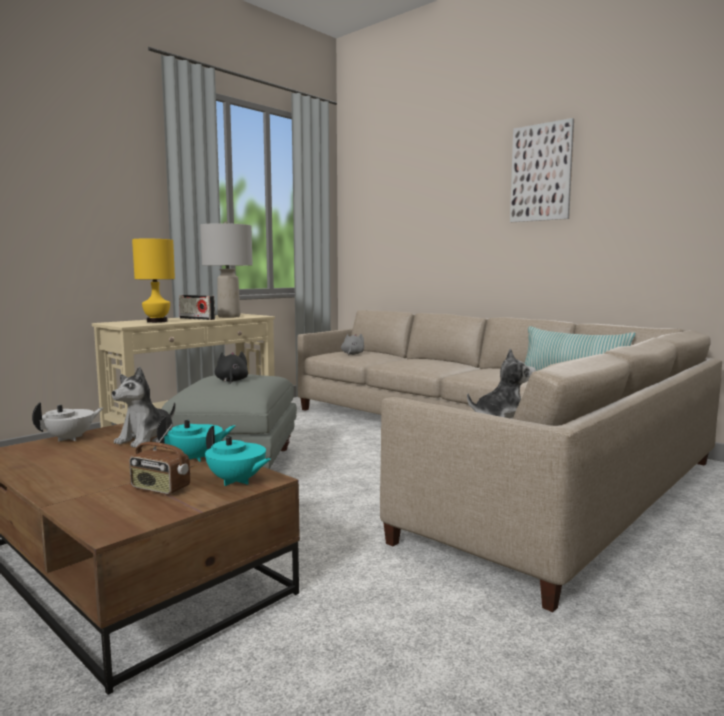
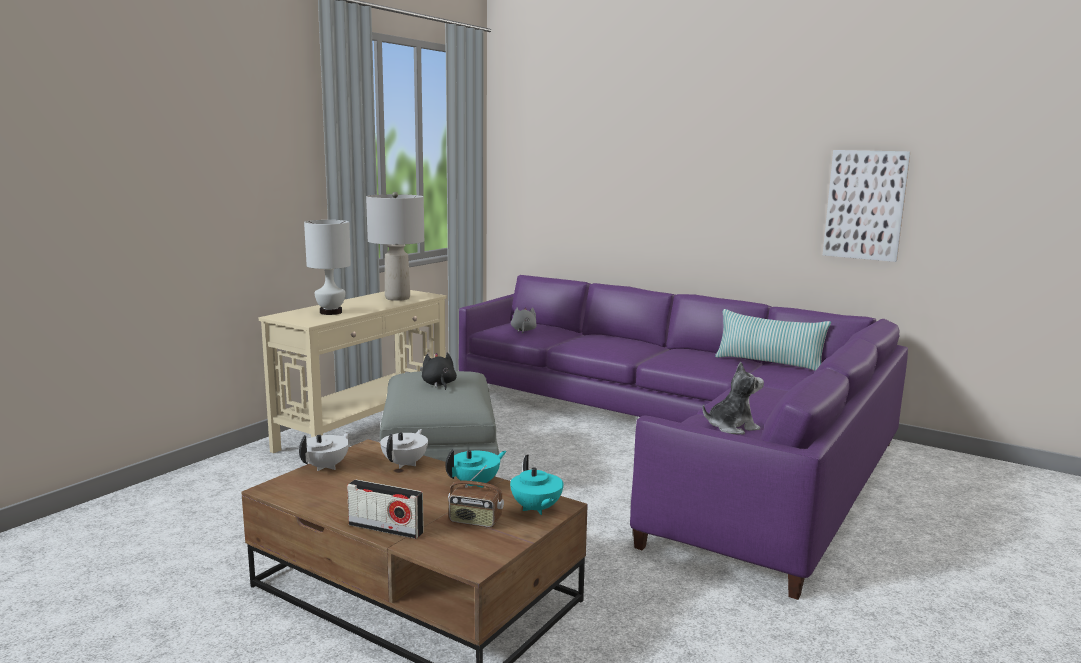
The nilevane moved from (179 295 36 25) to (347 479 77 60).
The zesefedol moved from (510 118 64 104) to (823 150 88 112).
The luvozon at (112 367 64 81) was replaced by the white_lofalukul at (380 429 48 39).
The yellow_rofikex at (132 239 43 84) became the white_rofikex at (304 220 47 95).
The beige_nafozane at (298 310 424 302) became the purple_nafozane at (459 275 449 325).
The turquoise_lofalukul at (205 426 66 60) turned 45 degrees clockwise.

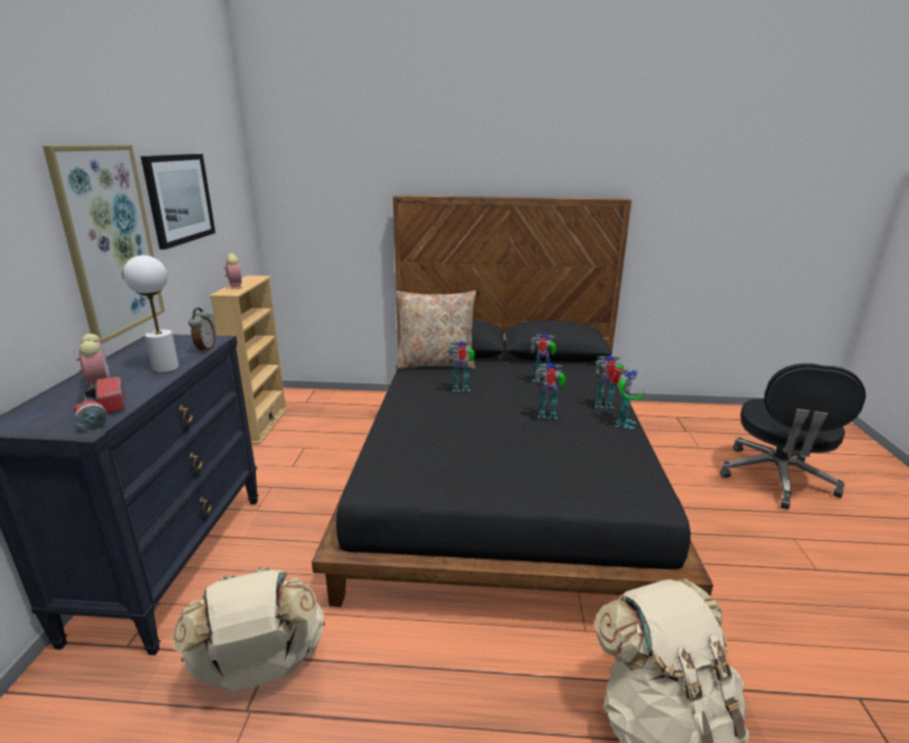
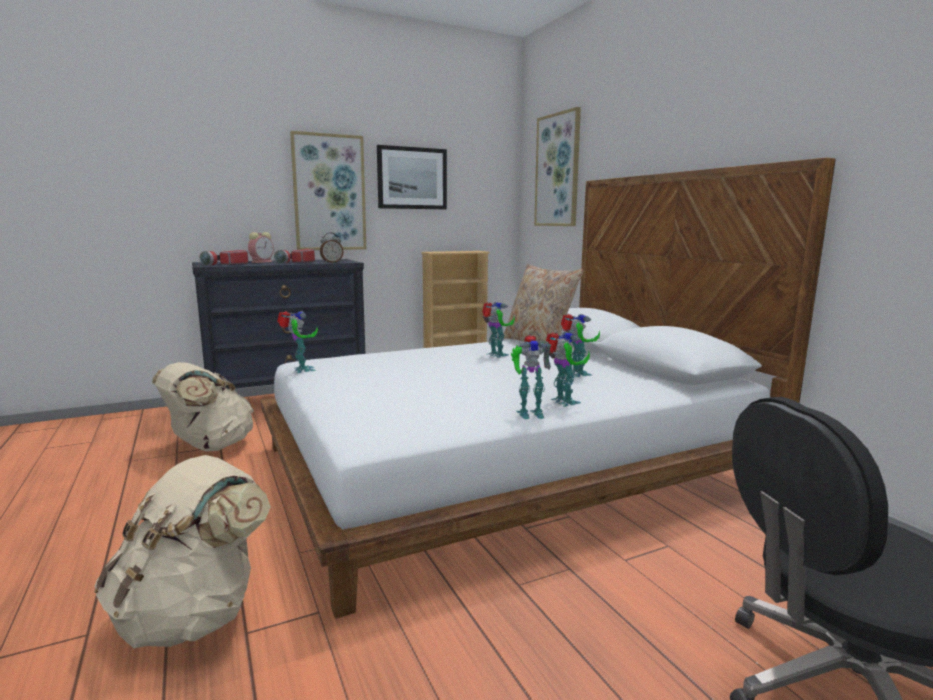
The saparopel at (224 253 18 36) disappeared.
The zesefedol at (534 107 47 119) appeared.
The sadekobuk moved from (536 363 30 56) to (277 311 41 62).
The white_rofikex at (123 255 56 118) was replaced by the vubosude at (274 249 41 15).
The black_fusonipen at (312 195 401 412) became the white_fusonipen at (261 157 575 462).

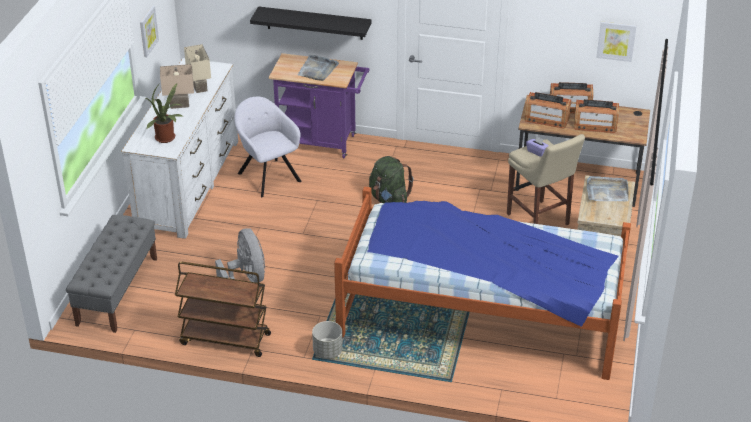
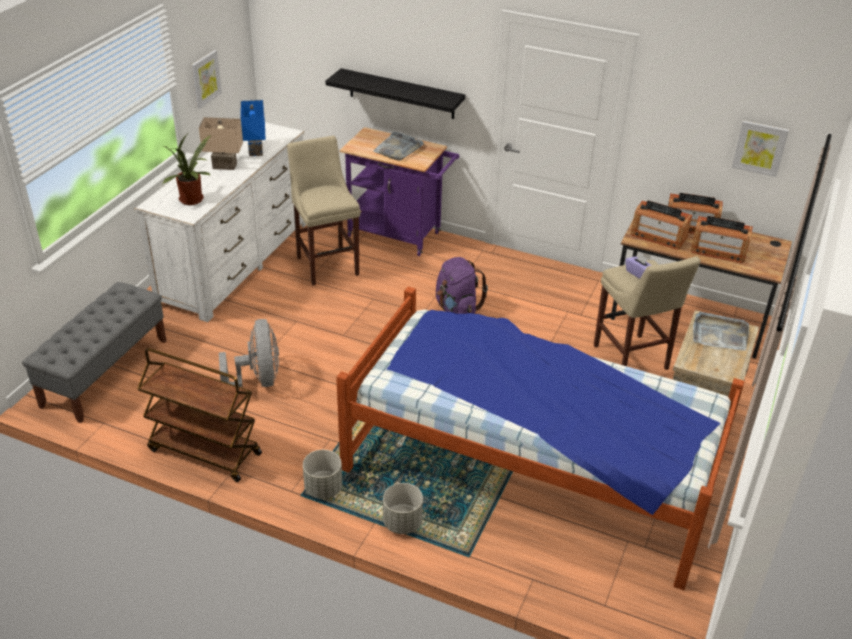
The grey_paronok at (383 483 40 51) appeared.
The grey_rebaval at (235 97 67 100) was replaced by the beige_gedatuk at (287 136 74 149).
The beige_rofikex at (184 44 27 49) became the blue_rofikex at (241 100 25 56).
The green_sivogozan at (369 156 45 47) became the purple_sivogozan at (436 257 52 57).

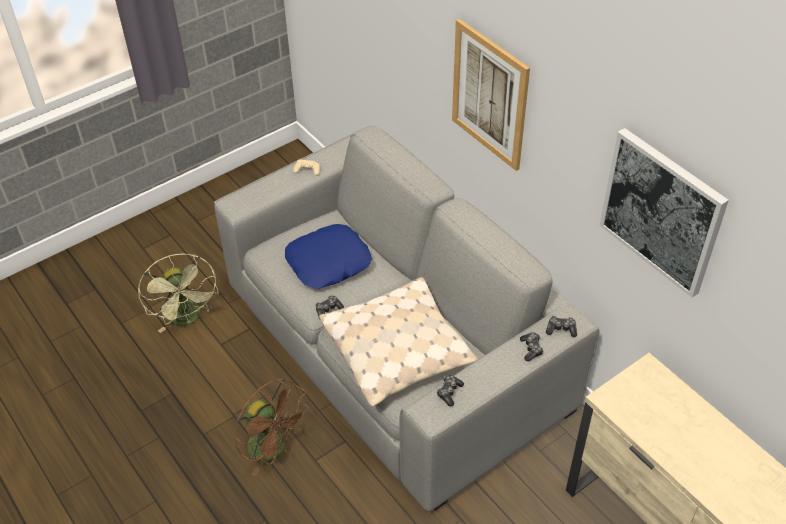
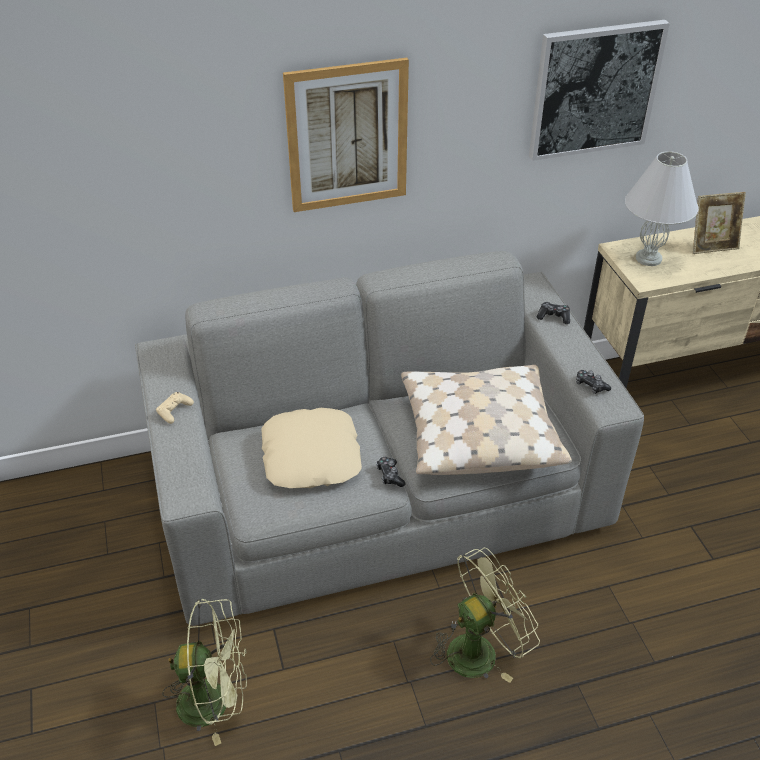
The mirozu at (546 316 31 21) disappeared.
The white_rofikex at (625 151 74 115) appeared.
The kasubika at (693 192 53 62) appeared.
The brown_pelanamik at (234 378 76 98) became the green_pelanamik at (430 548 110 135).
The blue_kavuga at (285 224 87 65) became the beige_kavuga at (261 408 101 80).

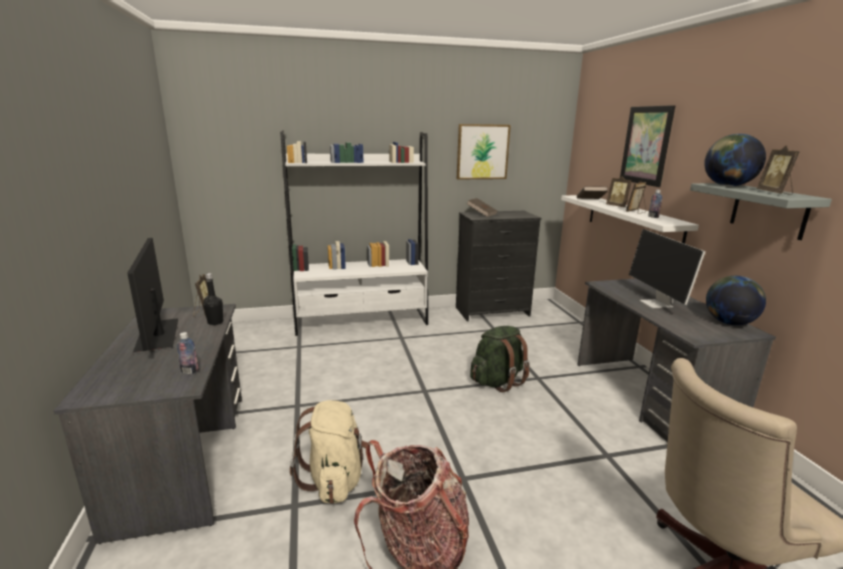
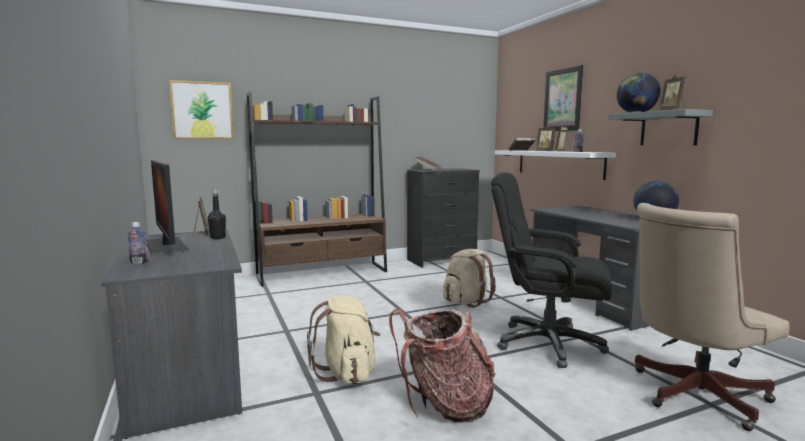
The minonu at (629 229 76 79) disappeared.
The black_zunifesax at (491 172 121 196) appeared.
The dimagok moved from (177 332 22 42) to (127 222 22 42).
The zesefedol moved from (457 124 54 56) to (169 80 65 59).
The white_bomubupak at (280 131 148 205) became the brown_bomubupak at (247 91 140 196).
The green_sivogozan at (470 326 60 66) became the beige_sivogozan at (443 249 53 59).

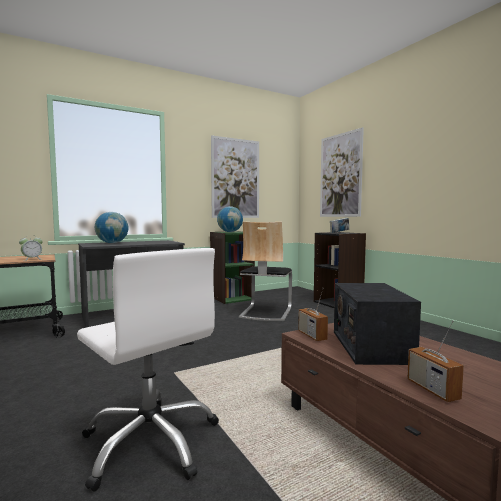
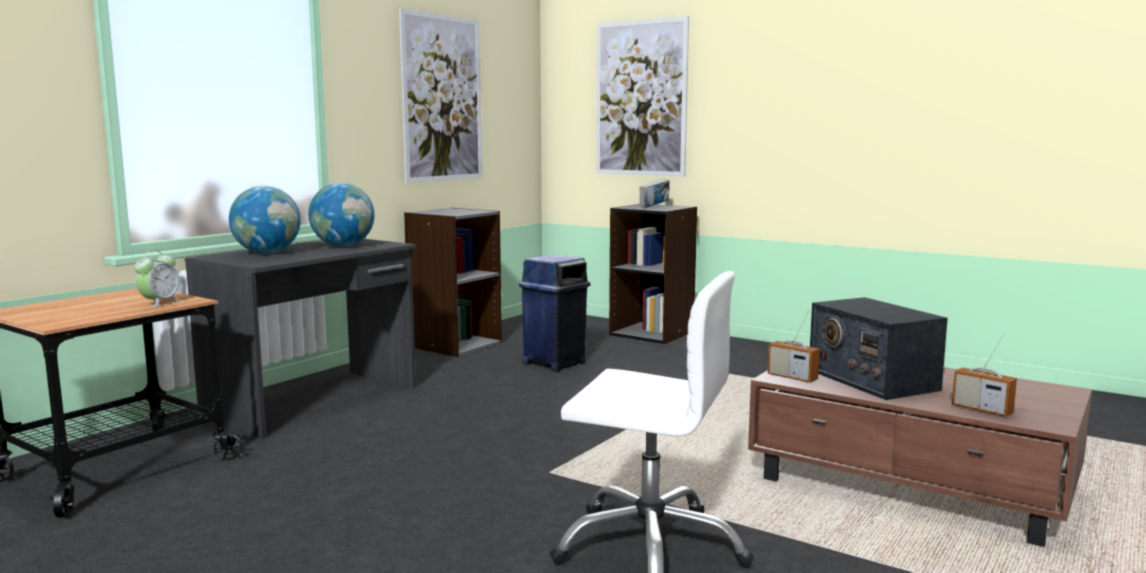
The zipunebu moved from (217 206 26 26) to (308 183 67 64).
The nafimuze at (239 221 53 100) was replaced by the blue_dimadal at (519 254 71 117).
The green_bomubupak at (210 231 45 73) became the grey_bomubupak at (404 208 98 149).

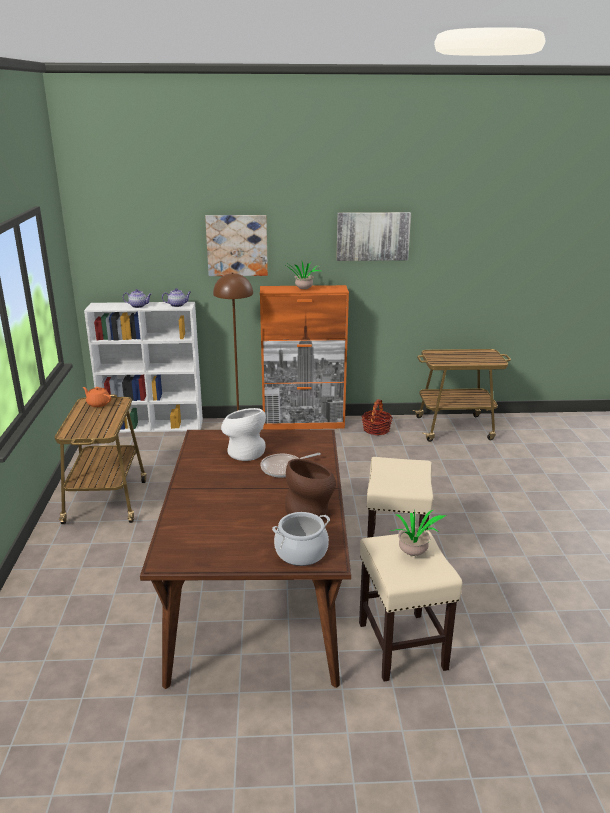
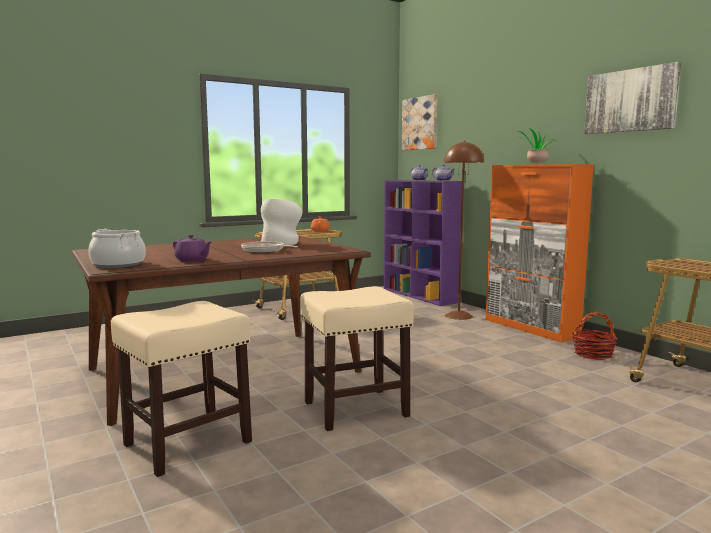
The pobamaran at (391 509 55 47) disappeared.
The zesefedol moved from (205 215 63 61) to (402 94 35 56).
The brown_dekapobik at (285 459 51 60) was replaced by the purple_lofalukul at (173 235 39 27).
The white_bomubupak at (84 302 119 131) became the purple_bomubupak at (384 180 78 126).

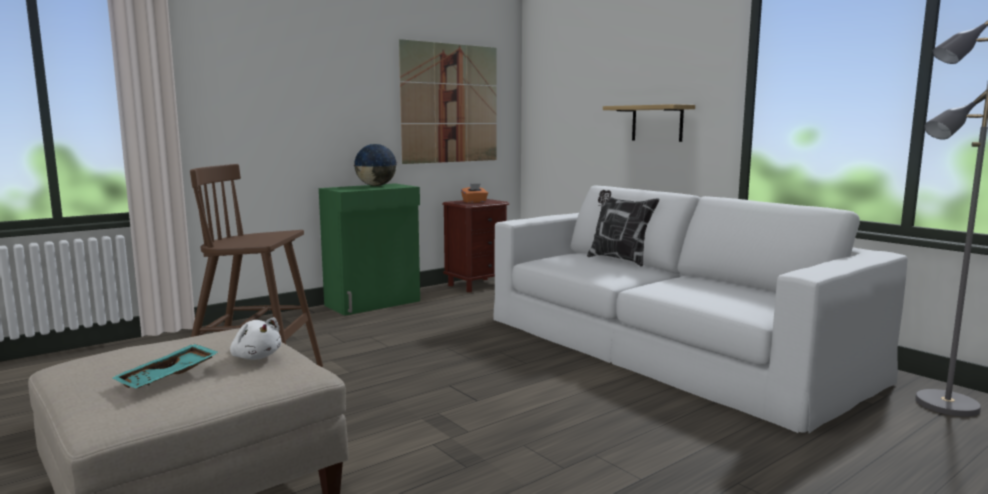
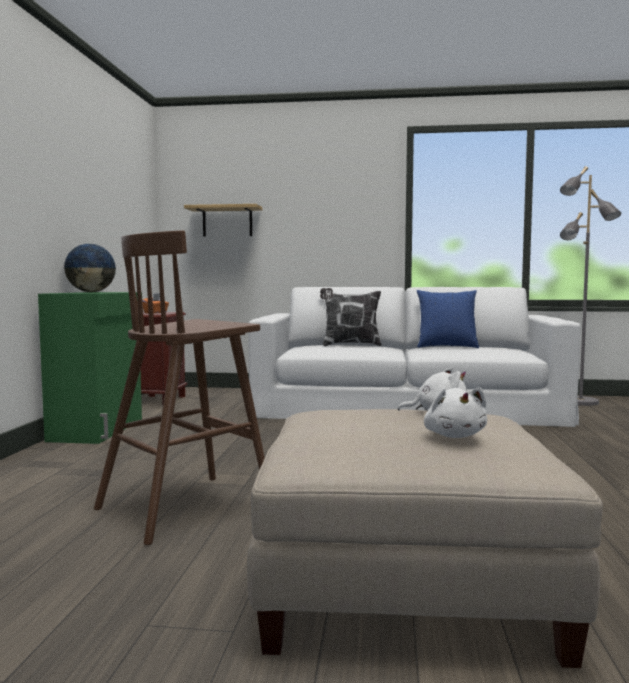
The zesefedol at (399 39 98 125) disappeared.
The blue_kavuga at (417 290 62 58) appeared.
The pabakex moved from (603 104 92 38) to (184 204 78 33).
The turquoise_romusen at (111 344 109 44) was replaced by the white_luvozon at (424 387 63 51).

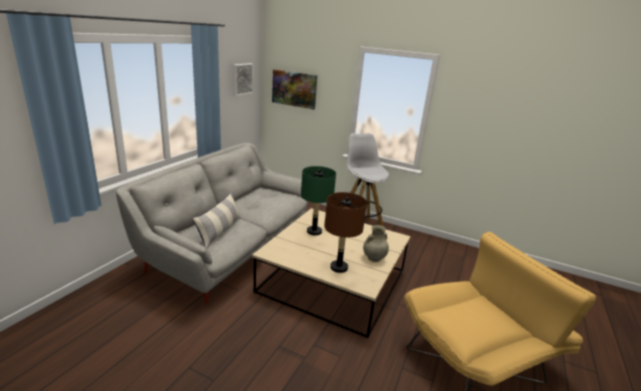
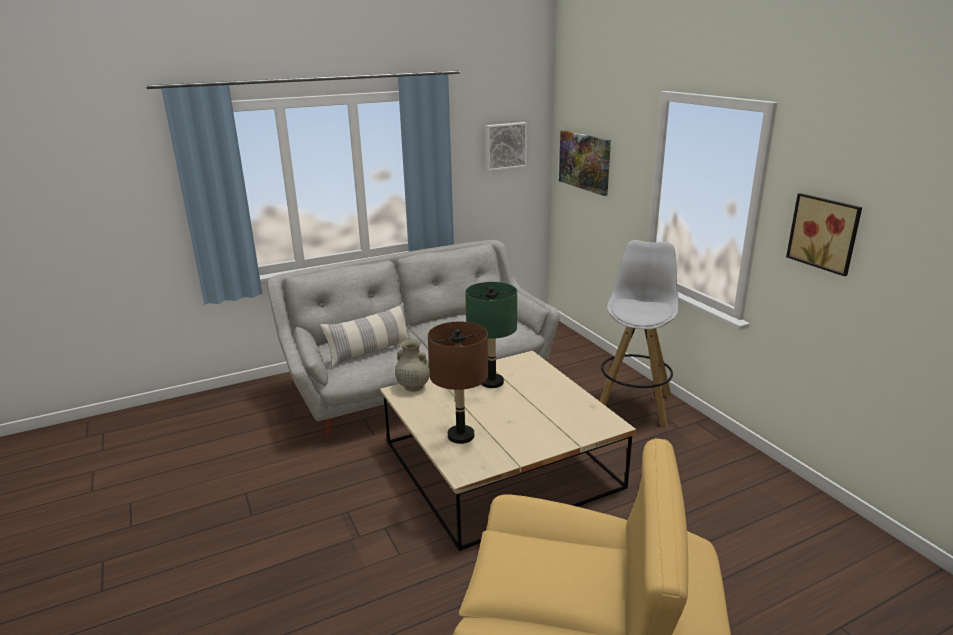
The zesefedol at (786 193 76 83) appeared.
The beige_dekapobik moved from (363 225 26 37) to (395 339 35 53).

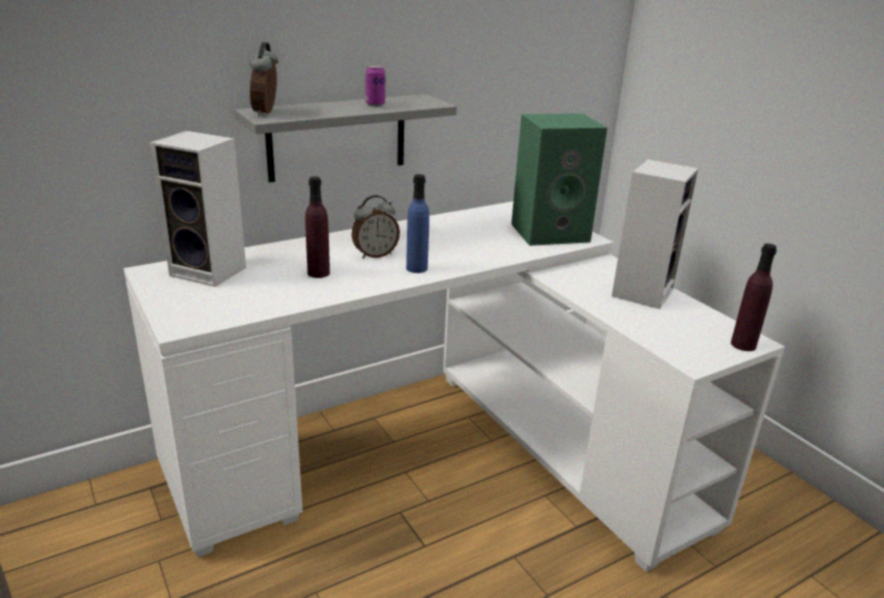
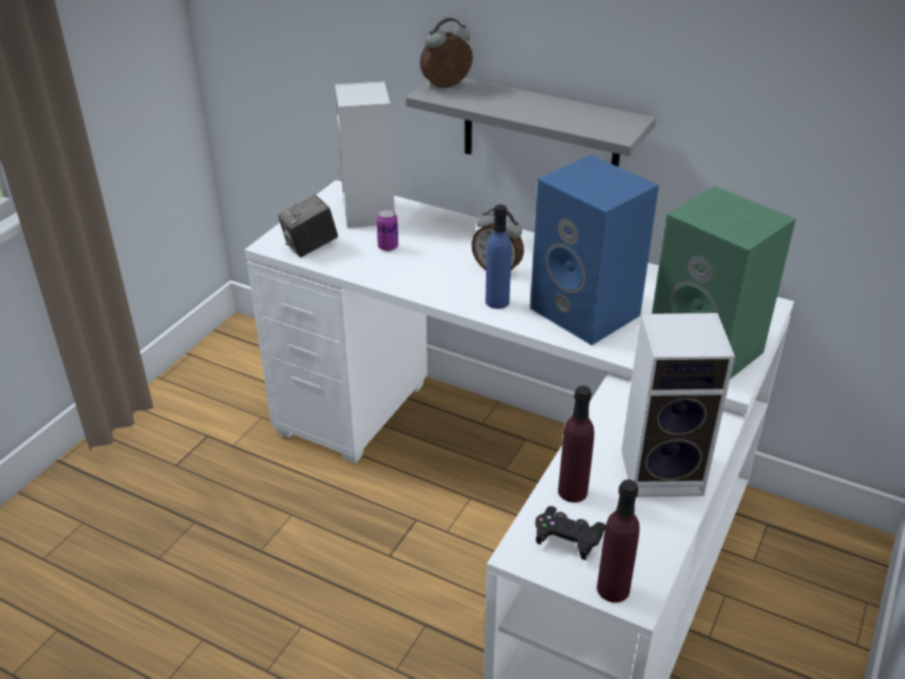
The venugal at (278 195 60 62) appeared.
The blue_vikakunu at (530 155 129 191) appeared.
The black_mirozu at (535 506 71 54) appeared.
The purple_dimagok moved from (305 177 25 101) to (558 386 36 117).
The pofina moved from (365 65 20 41) to (376 209 22 42).

